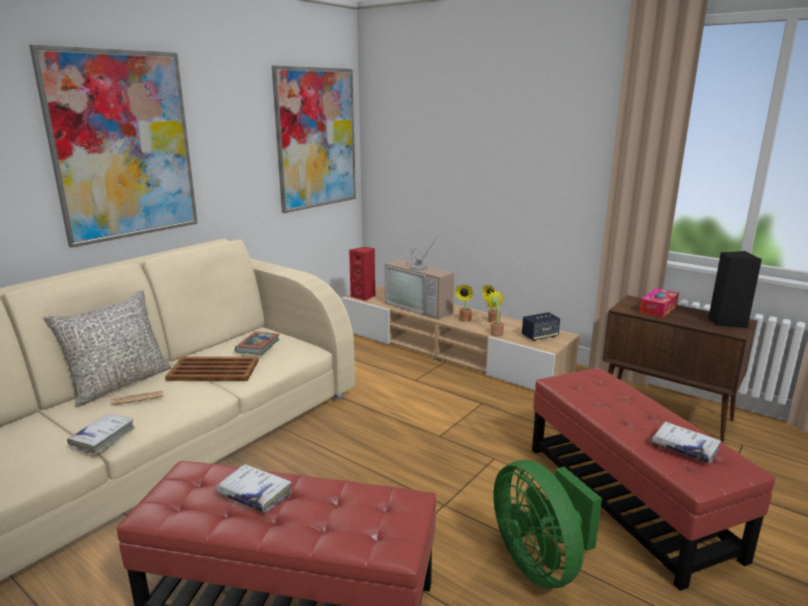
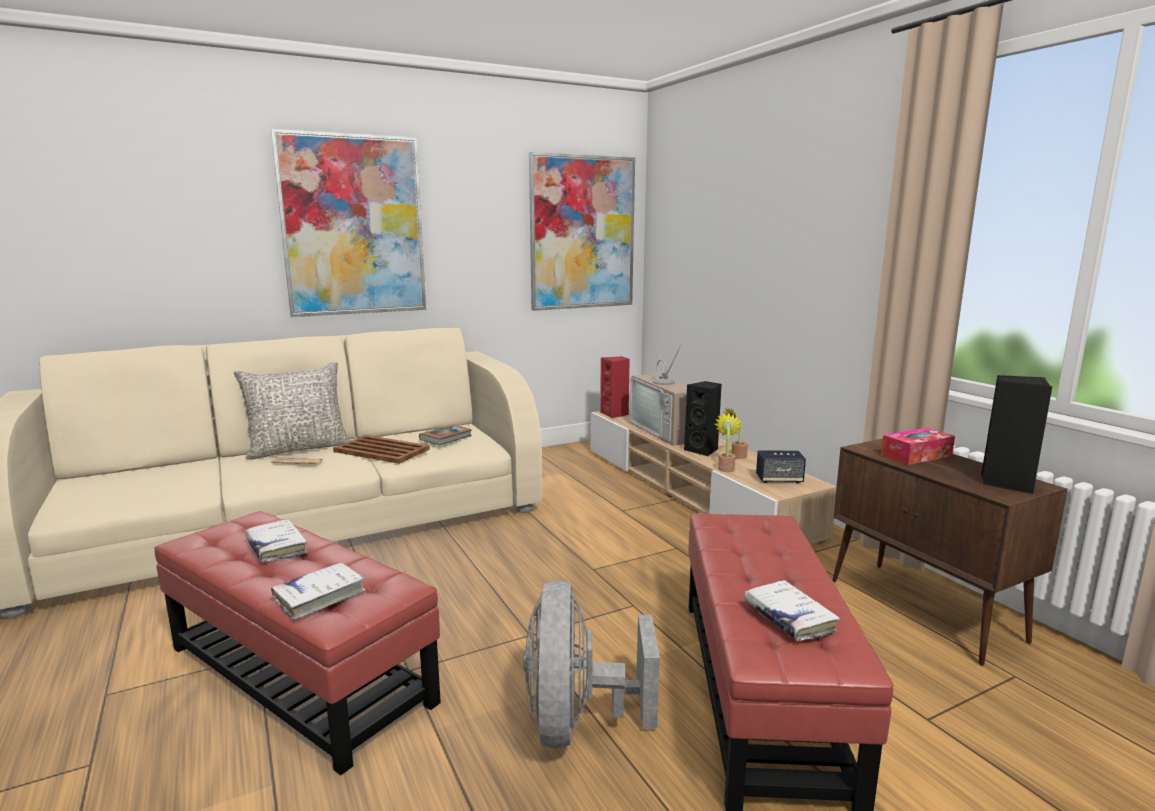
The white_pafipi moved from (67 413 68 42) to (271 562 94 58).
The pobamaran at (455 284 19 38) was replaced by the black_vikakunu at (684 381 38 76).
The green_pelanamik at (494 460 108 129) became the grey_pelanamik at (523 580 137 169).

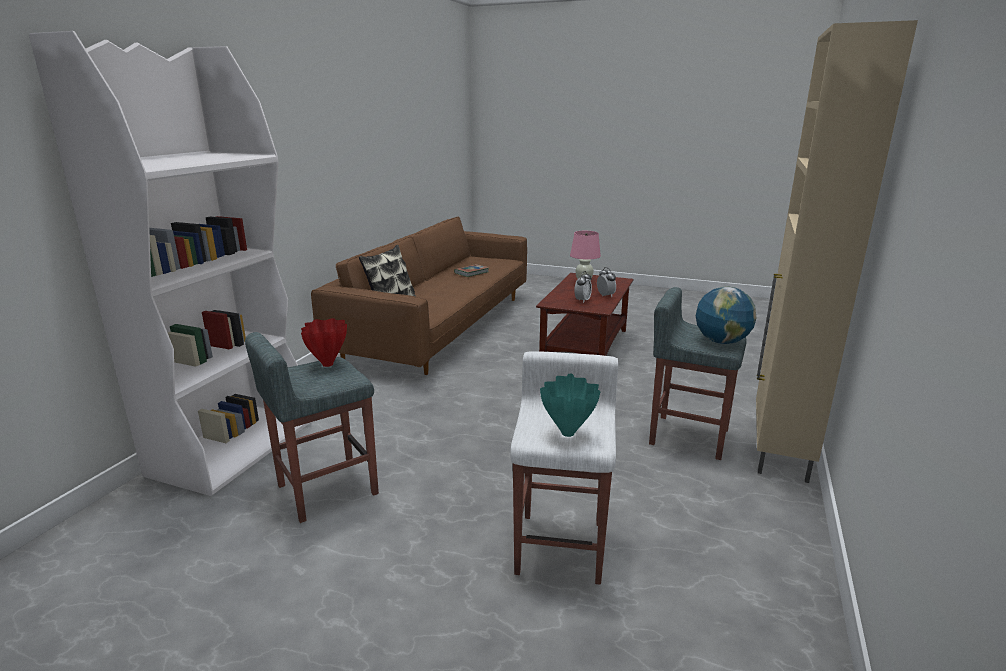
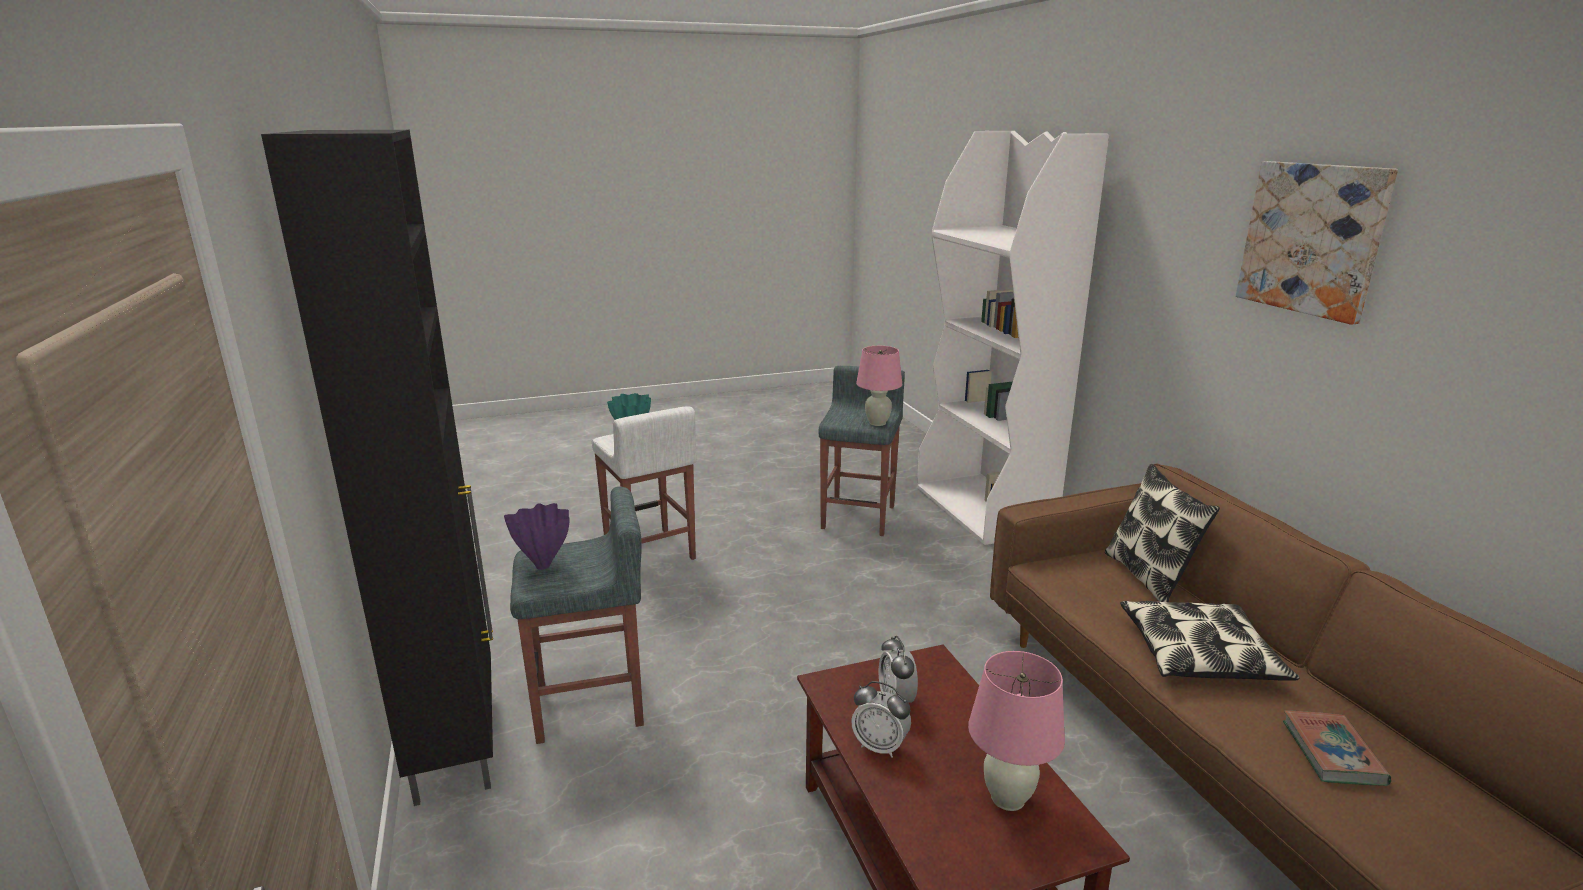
The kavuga at (1120 601 179 80) appeared.
The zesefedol at (1236 161 162 164) appeared.
The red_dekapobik at (301 318 46 49) was replaced by the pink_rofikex at (856 346 46 80).
The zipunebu at (696 286 60 58) was replaced by the purple_dekapobik at (504 503 66 67).
The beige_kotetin at (756 20 162 463) became the black_kotetin at (261 130 232 676).

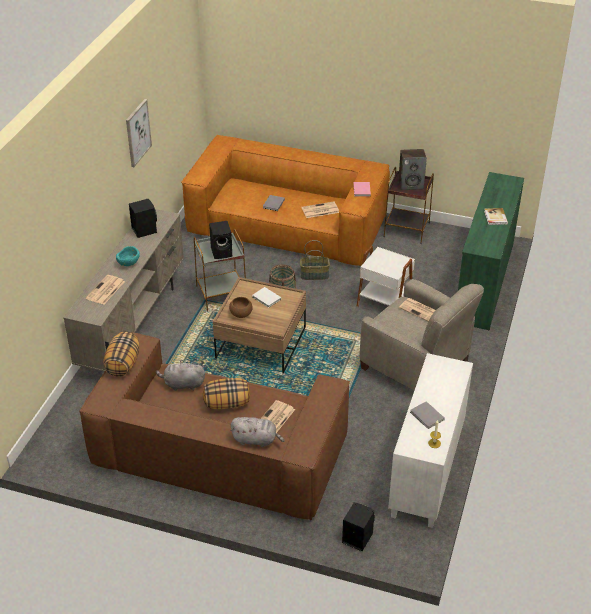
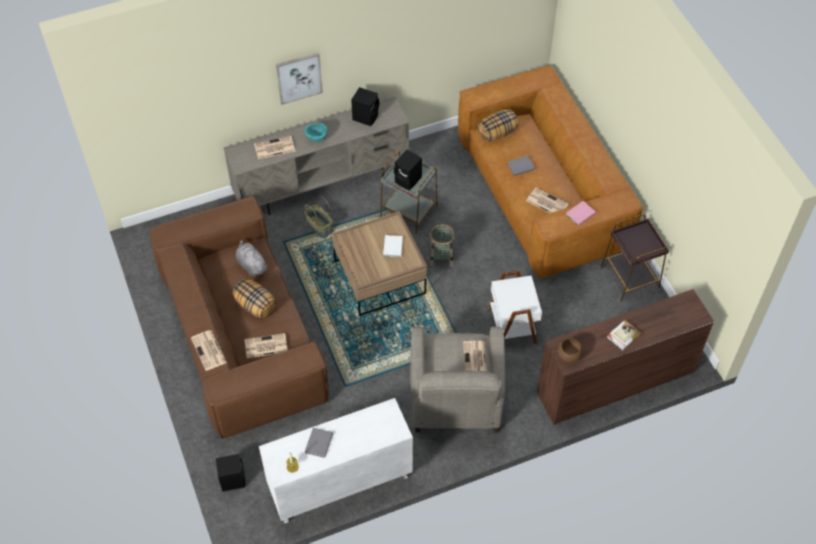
The vikakunu at (398 149 29 41) disappeared.
The kavuga moved from (103 332 37 45) to (478 109 41 32).
The zesefedol moved from (126 99 26 68) to (276 52 47 53).
The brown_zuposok moved from (229 297 24 21) to (558 338 25 25).
The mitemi moved from (300 240 30 40) to (304 195 29 43).
The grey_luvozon at (230 417 55 30) was replaced by the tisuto at (191 330 36 41).
The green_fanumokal at (458 172 66 158) became the brown_fanumokal at (537 289 177 136).

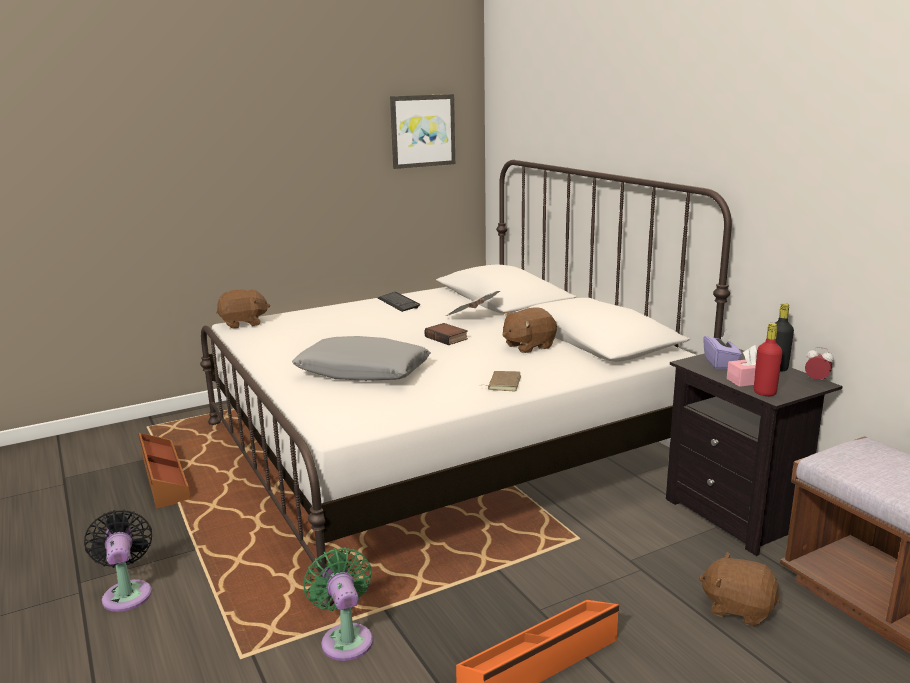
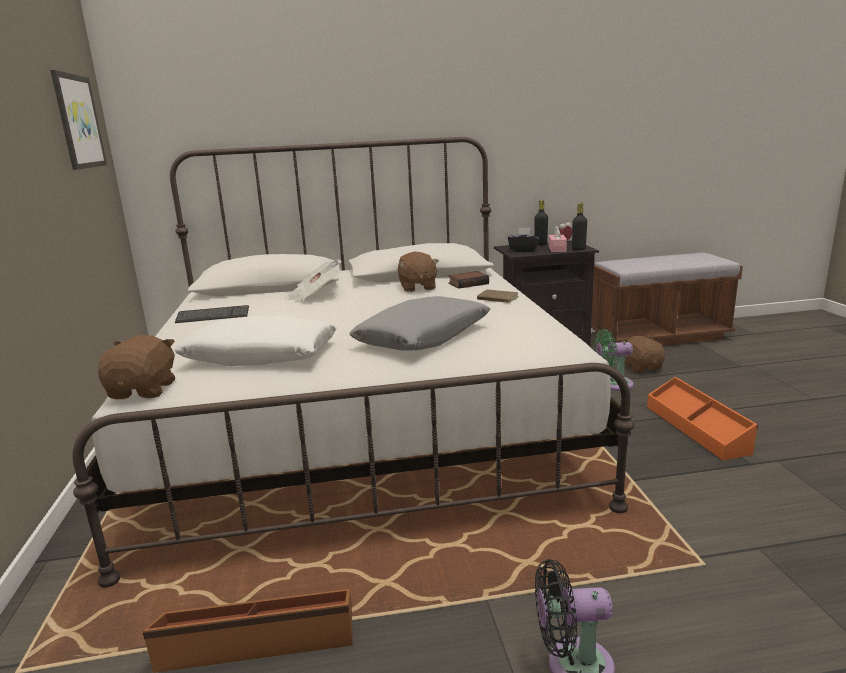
The white_kavuga at (174 316 163 50) appeared.
The green_pelanamik moved from (304 547 69 114) to (594 329 40 62).
The pafipi moved from (424 323 44 22) to (448 271 41 18).
The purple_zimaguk at (703 331 39 38) became the black_zimaguk at (508 227 31 25).
The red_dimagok at (754 323 29 73) became the black_dimagok at (572 203 15 48).
The brown_luvozon at (699 552 81 74) turned 120 degrees clockwise.

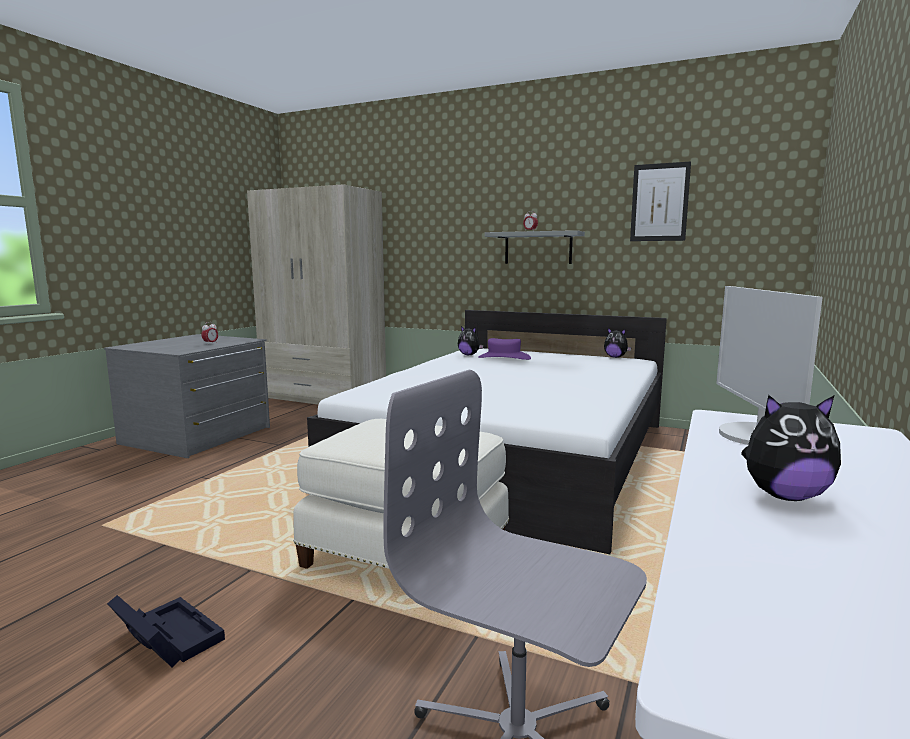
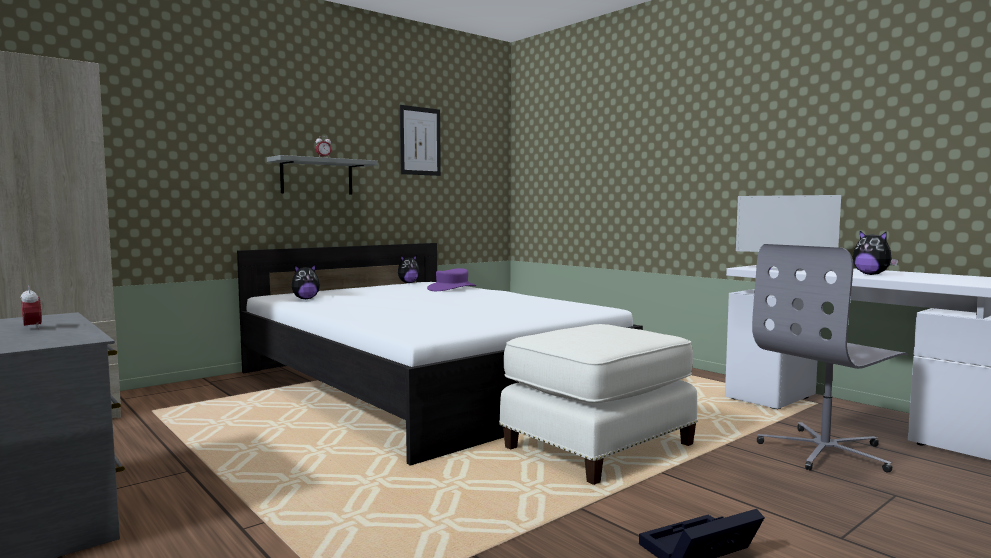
The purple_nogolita moved from (478 338 53 22) to (427 268 50 23).
The luvozon at (741 395 100 106) turned 120 degrees clockwise.

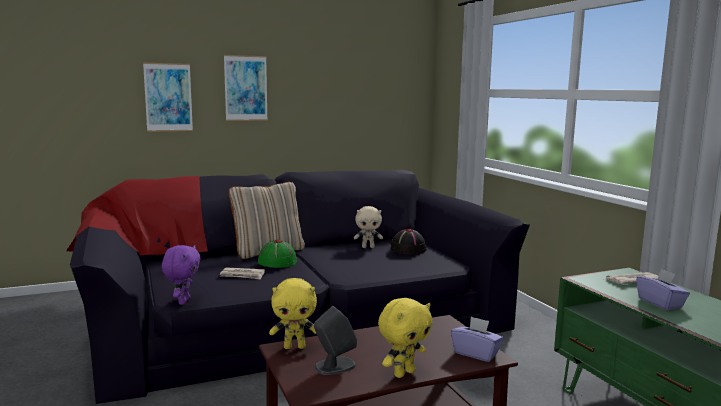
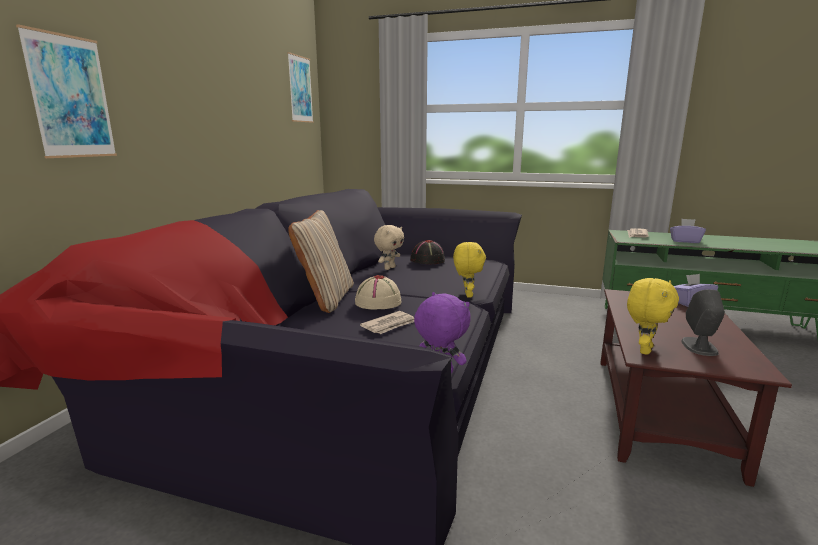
The zesefedol moved from (224 55 44 66) to (287 52 27 71).
The yellow_luvozon moved from (378 298 55 80) to (453 242 33 56).
The green_nogolita at (258 240 39 28) became the beige_nogolita at (355 275 47 35).

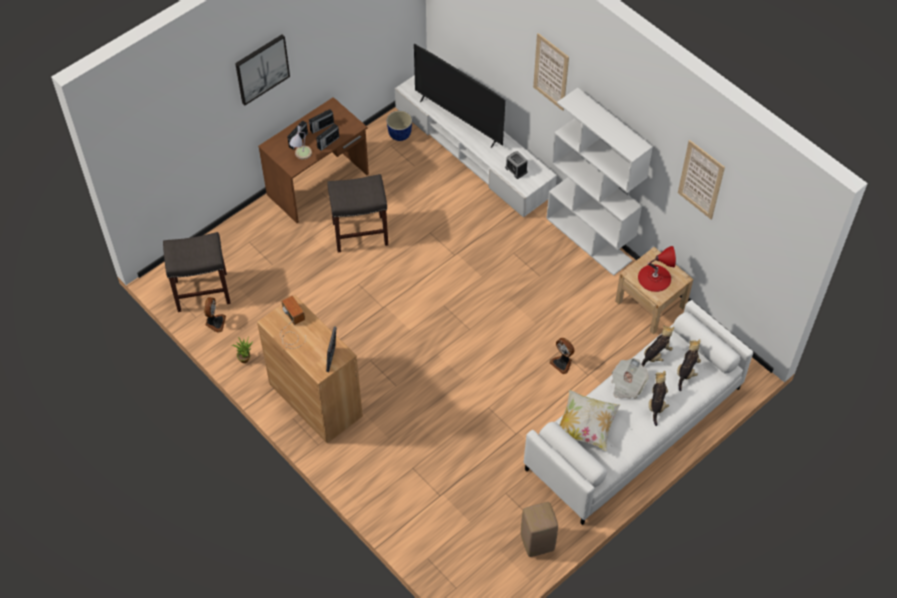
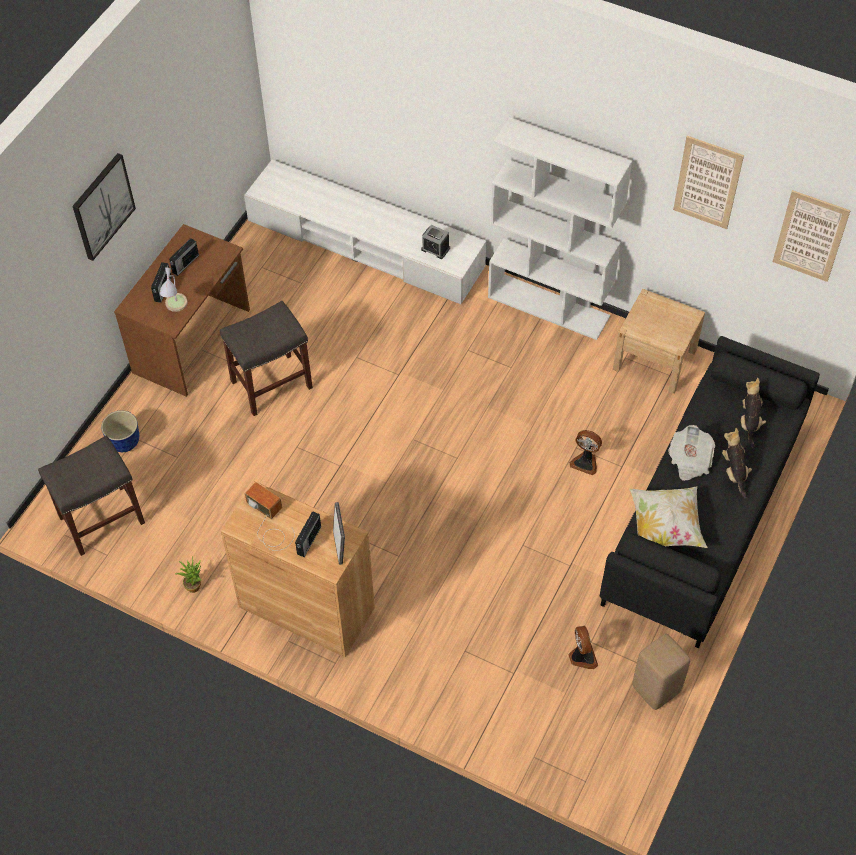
The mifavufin at (414 44 91 104) disappeared.
The red_rofikex at (638 246 38 46) disappeared.
The luvozon at (641 325 33 42) disappeared.
The pelanamik moved from (204 297 22 36) to (568 625 30 44).
The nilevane moved from (316 124 23 27) to (295 511 26 46).
The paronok moved from (387 111 25 30) to (101 411 38 41).
The zesefedol moved from (533 33 36 78) to (773 190 78 92).
The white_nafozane at (524 300 229 225) became the black_nafozane at (599 336 221 312).

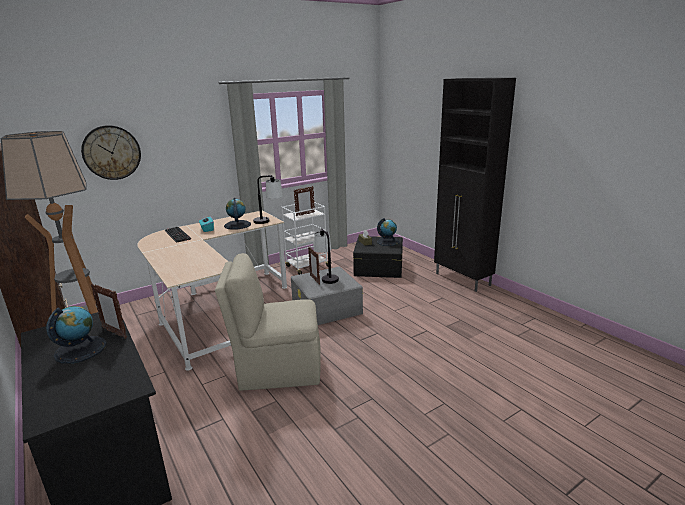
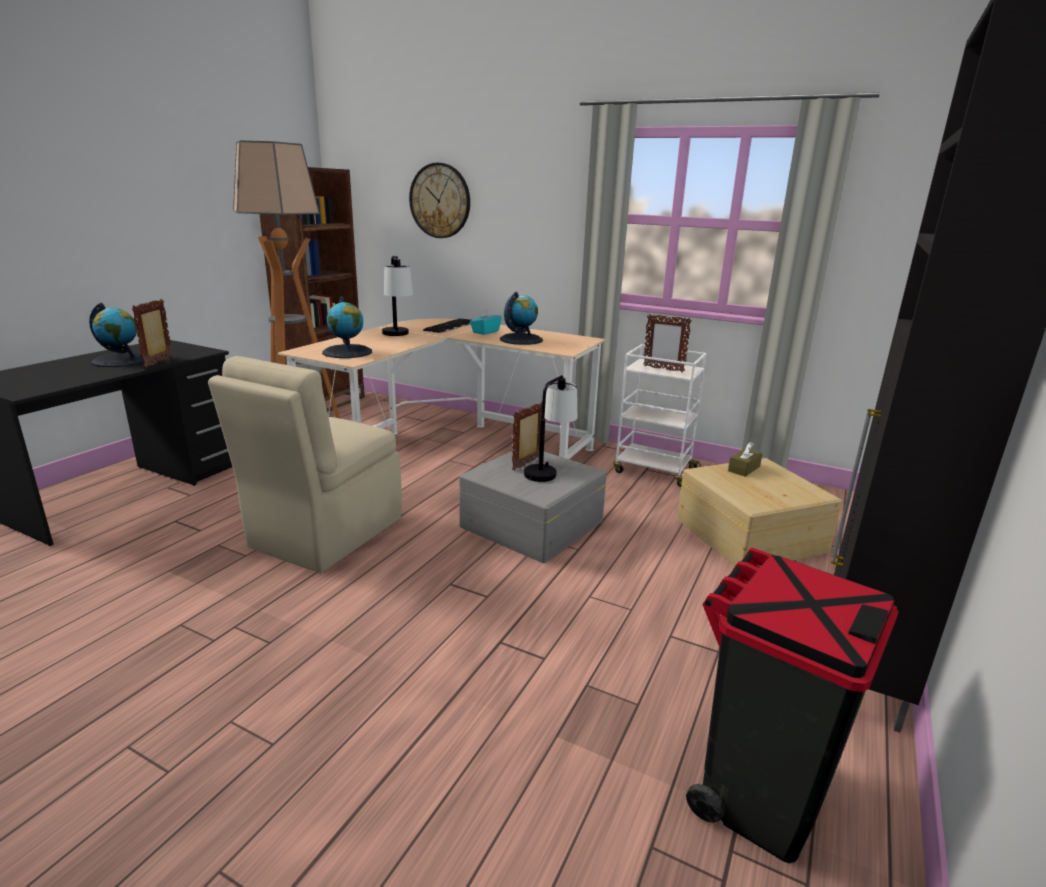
The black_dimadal at (686 547 213 316) appeared.
The rofikex moved from (253 175 30 49) to (382 256 31 80).
The zipunebu moved from (377 218 23 28) to (322 296 50 62).
The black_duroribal at (353 236 50 42) became the beige_duroribal at (677 458 165 109).
The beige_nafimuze at (215 253 106 138) turned 120 degrees counterclockwise.

